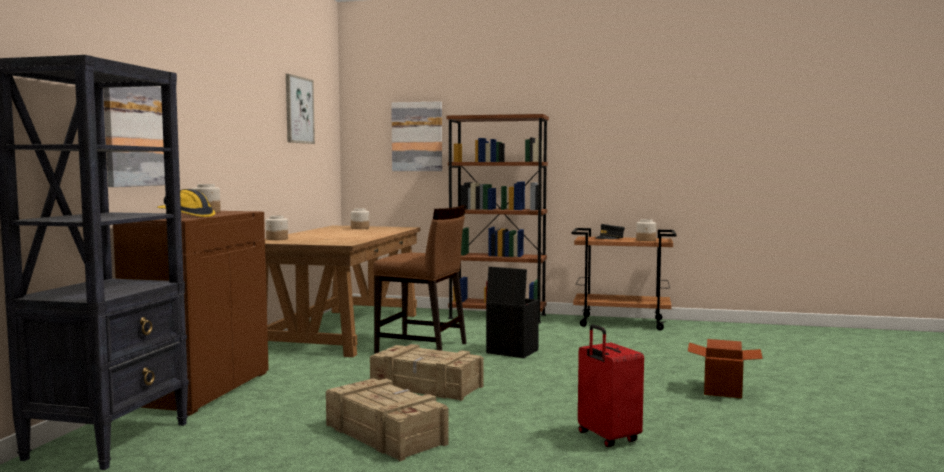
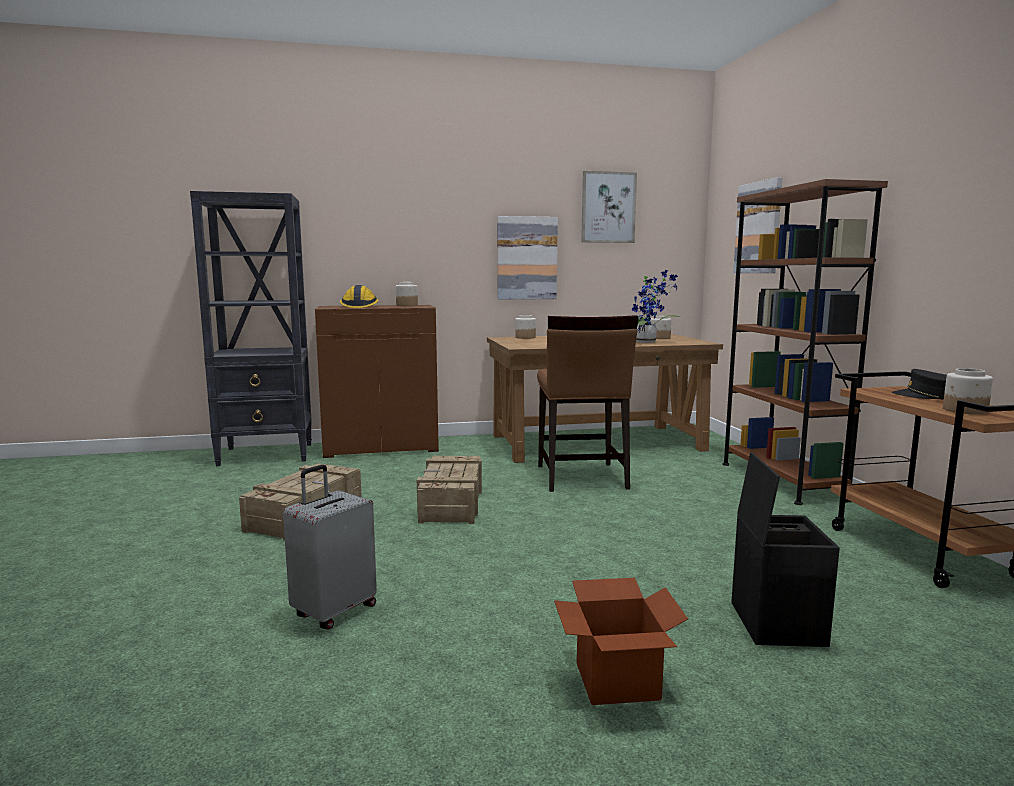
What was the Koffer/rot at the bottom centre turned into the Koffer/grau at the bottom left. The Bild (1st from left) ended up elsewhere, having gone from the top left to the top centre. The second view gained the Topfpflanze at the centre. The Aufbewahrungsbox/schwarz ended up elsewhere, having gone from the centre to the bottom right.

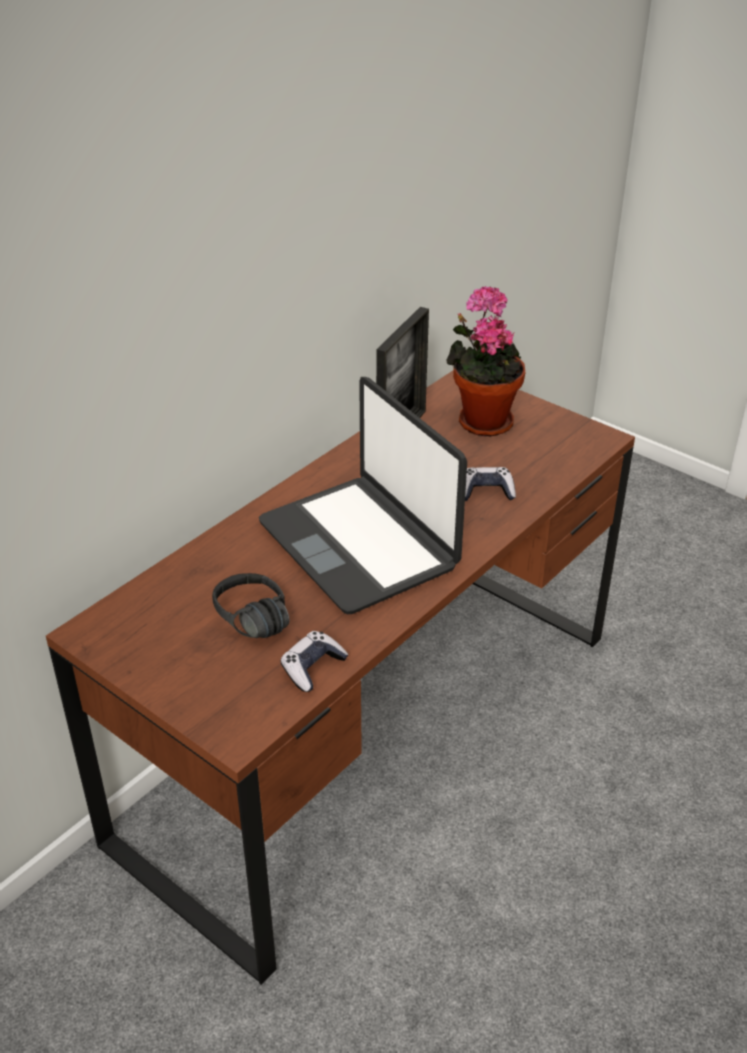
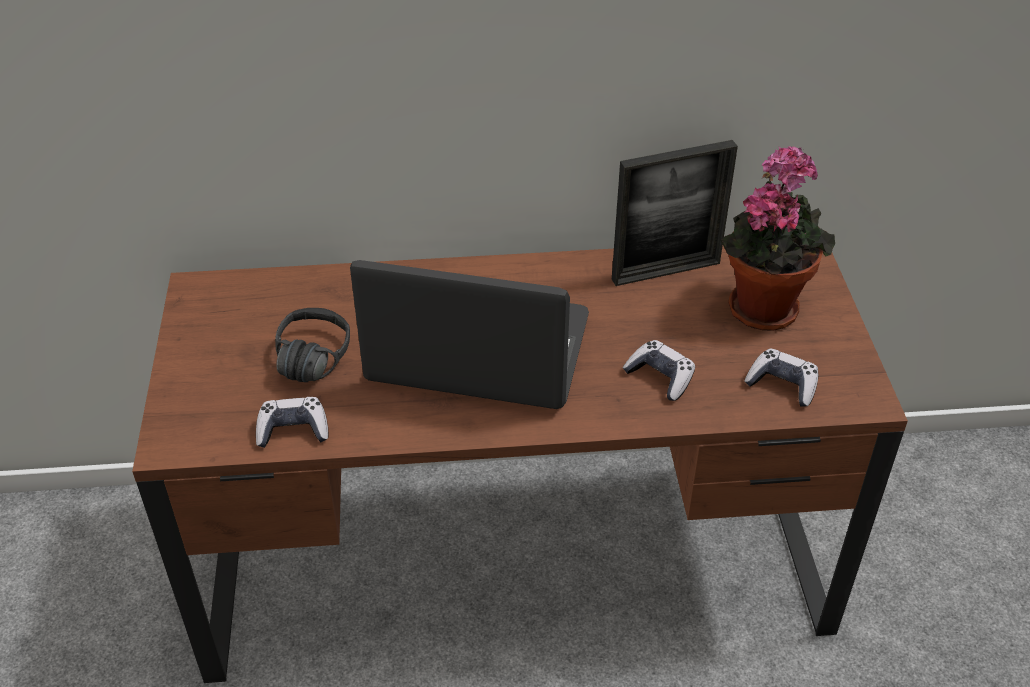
The Laptop at the centre ended up facing another way, 90 degrees clockwise from before. The second view gained the Gamepad (3rd from left) at the middle right.

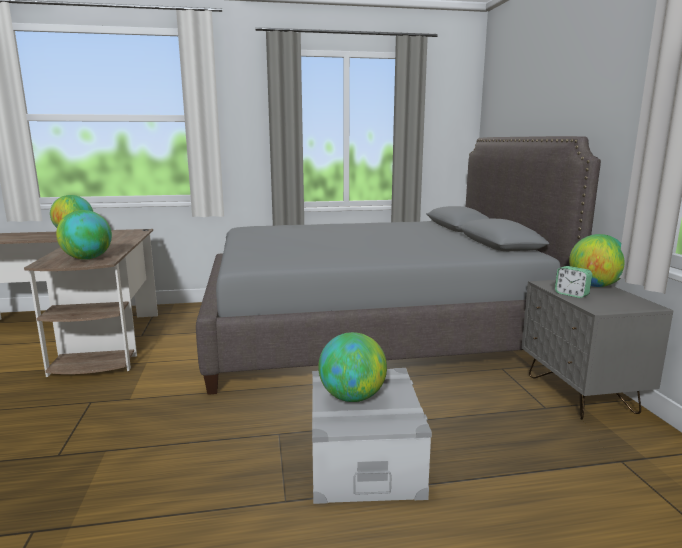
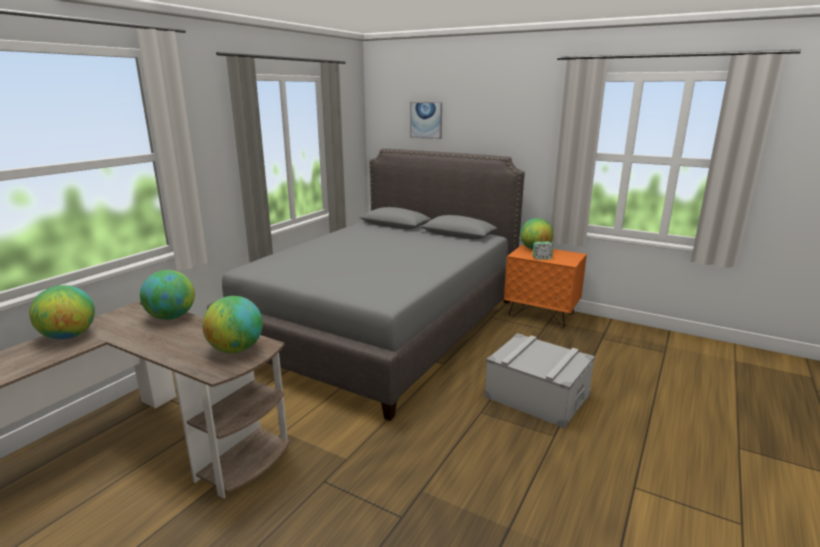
The Globus (3rd from left in the first image) ended up elsewhere, having gone from the bottom centre to the middle left. The second view gained the Bild at the top centre. What was the Nachttisch/grau at the middle right turned into the Nachttisch/orange at the centre.

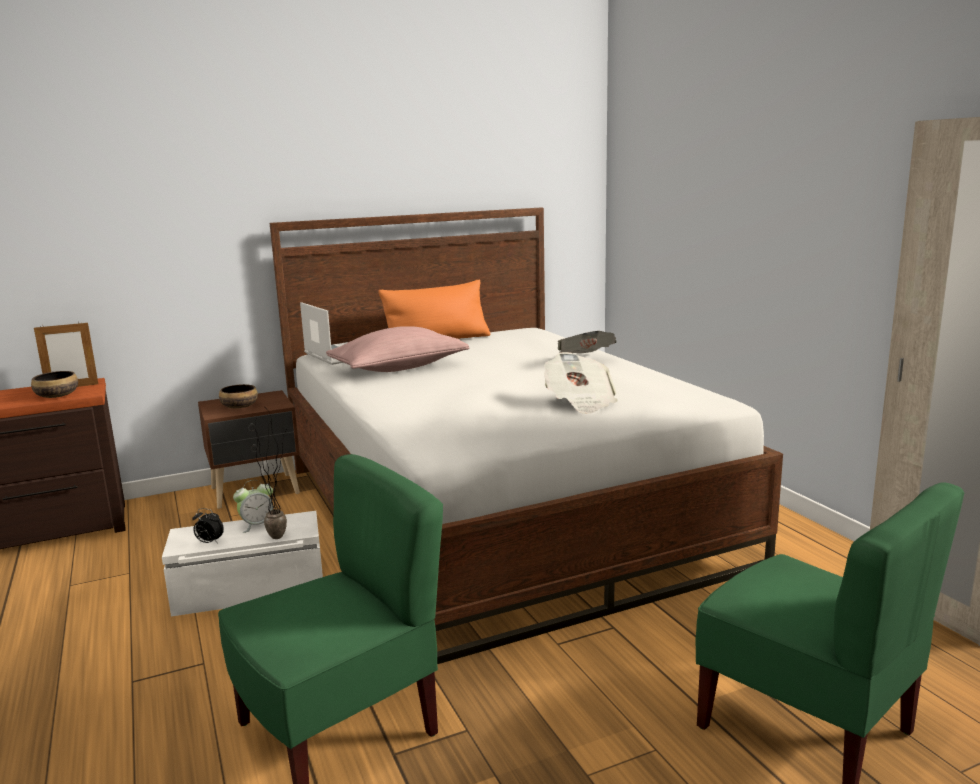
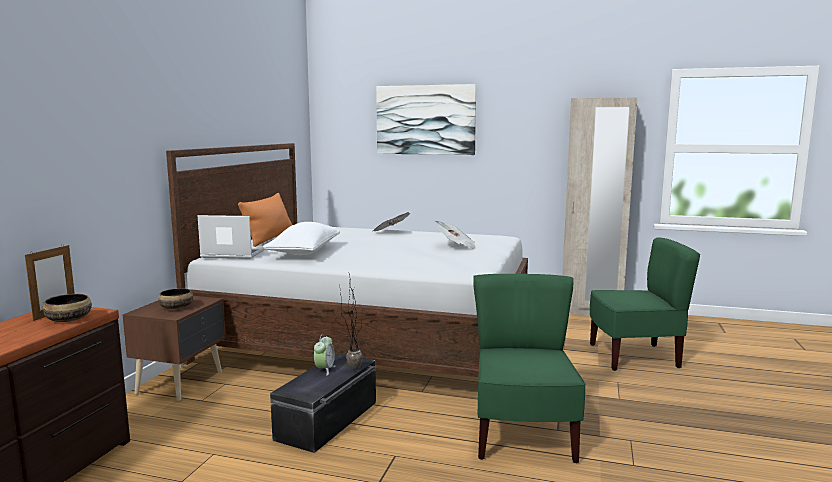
What was the Kissen/rosa at the centre turned into the Kissen/weiß at the centre. What was the Aufbewahrungsbox/weiß at the bottom left turned into the Aufbewahrungsbox/schwarz at the bottom centre. The second view gained the Bild at the top centre. The second view lost the Wecker (1st from left) at the bottom left.

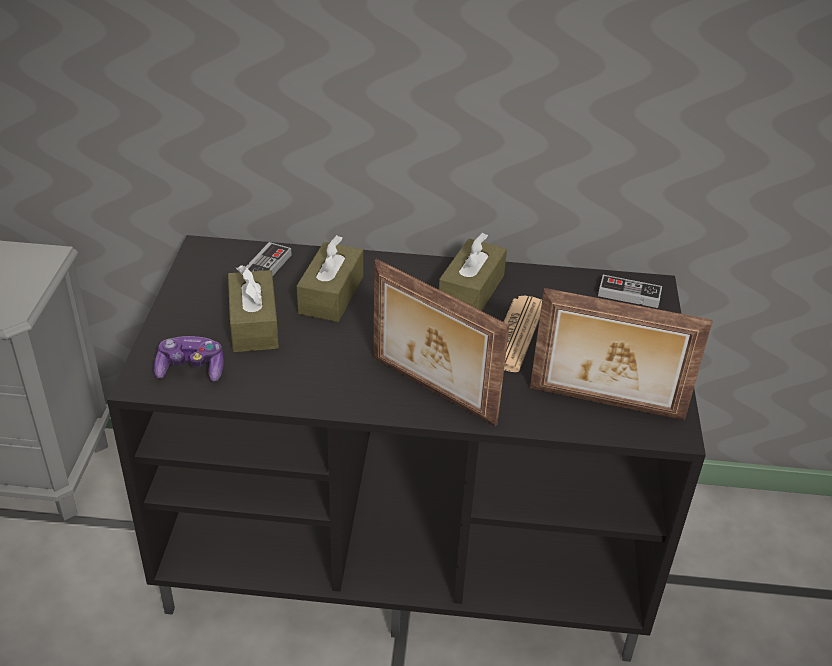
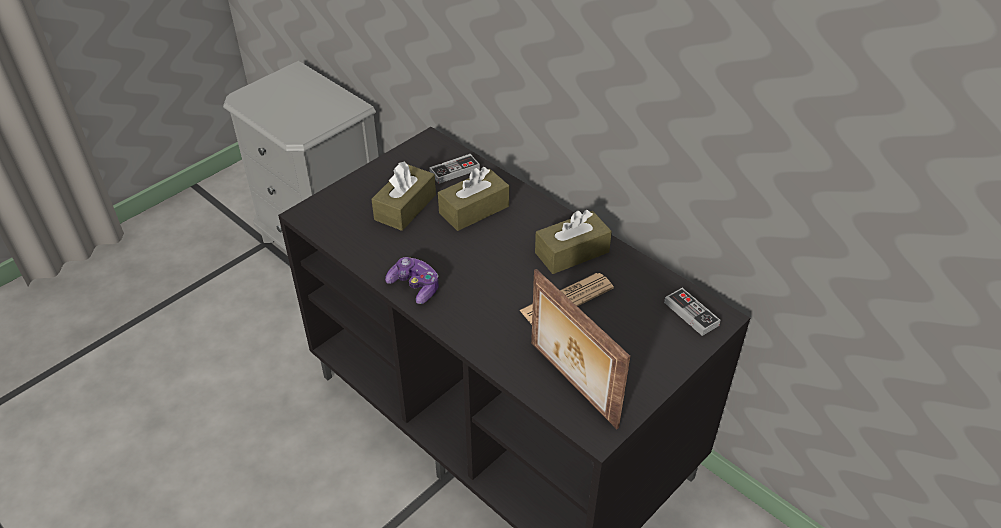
The Gamepad (1st from left) ended up elsewhere, having gone from the middle left to the centre. The second view lost the Bilderrahmen (1st from left) at the centre.

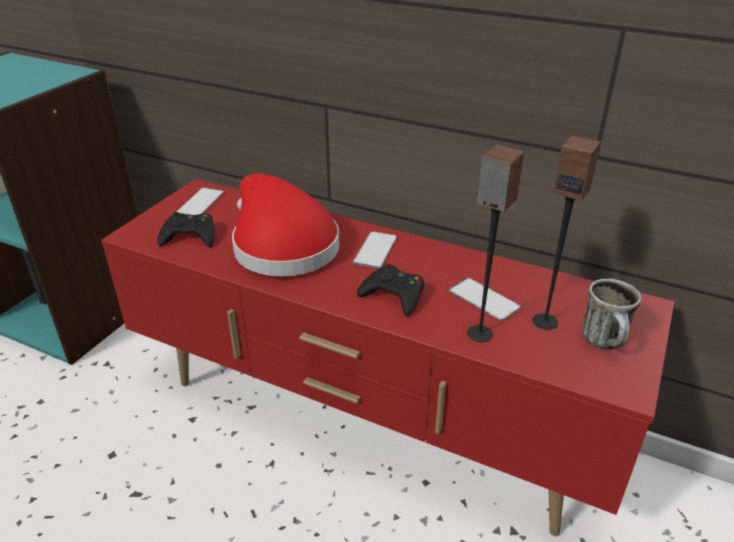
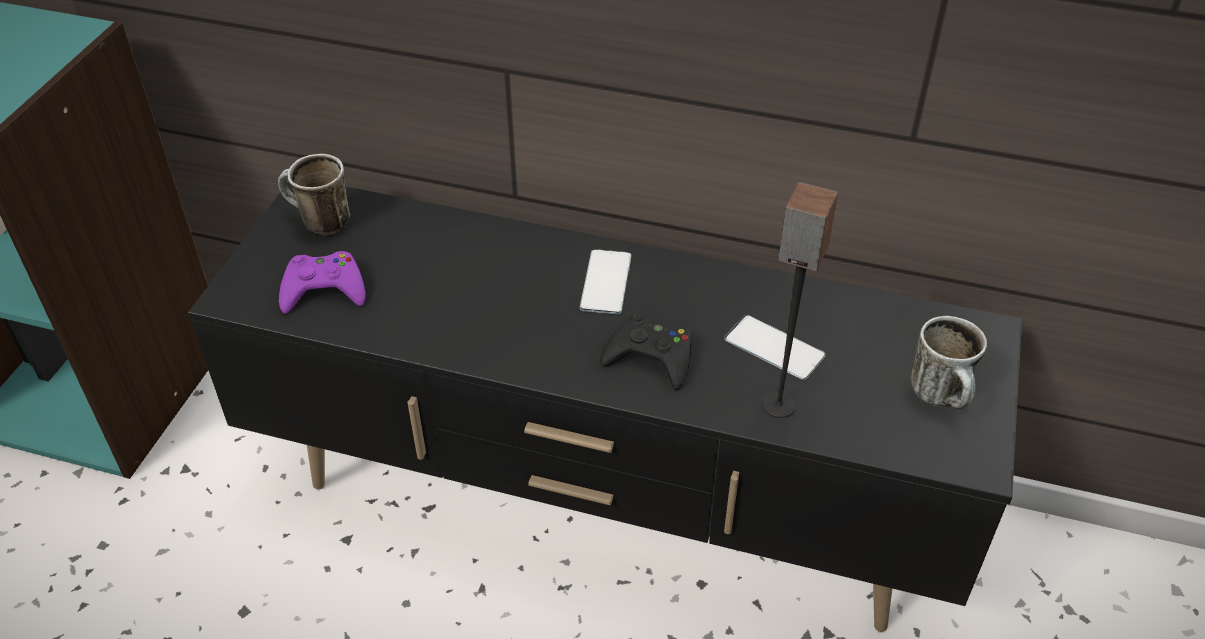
What was the Fernsehschrank/rot at the centre turned into the Fernsehschrank/schwarz at the centre. Where the Handy (1st from left) stood at the middle left, the Henkelbecher (1st from left) came to stand at the top left. What was the Gamepad/schwarz (1st from left) at the middle left turned into the Gamepad/lila at the middle left. The second view lost the Hut/rot at the centre. The second view lost the Lautsprecher (2nd from left) at the middle right.

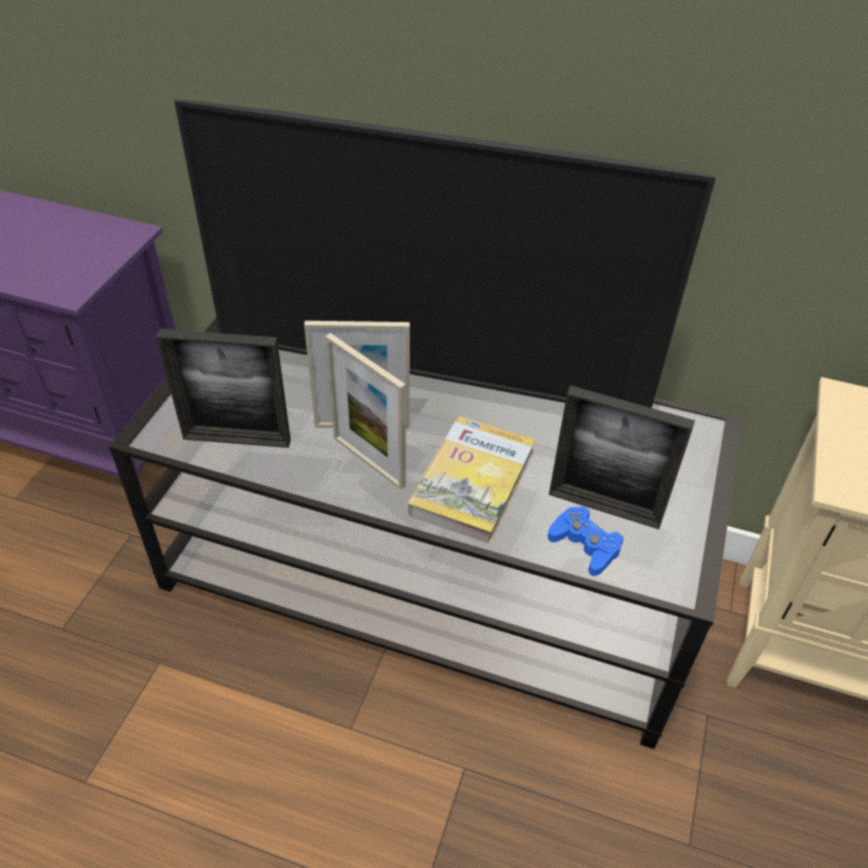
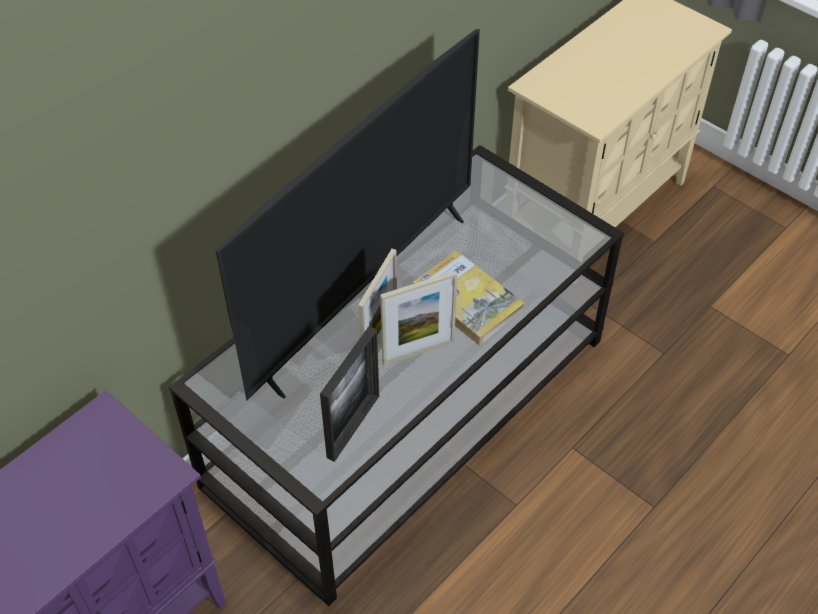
The second view lost the Gamepad/blau at the middle right. The second view lost the Bilderrahmen (4th from left) at the middle right.

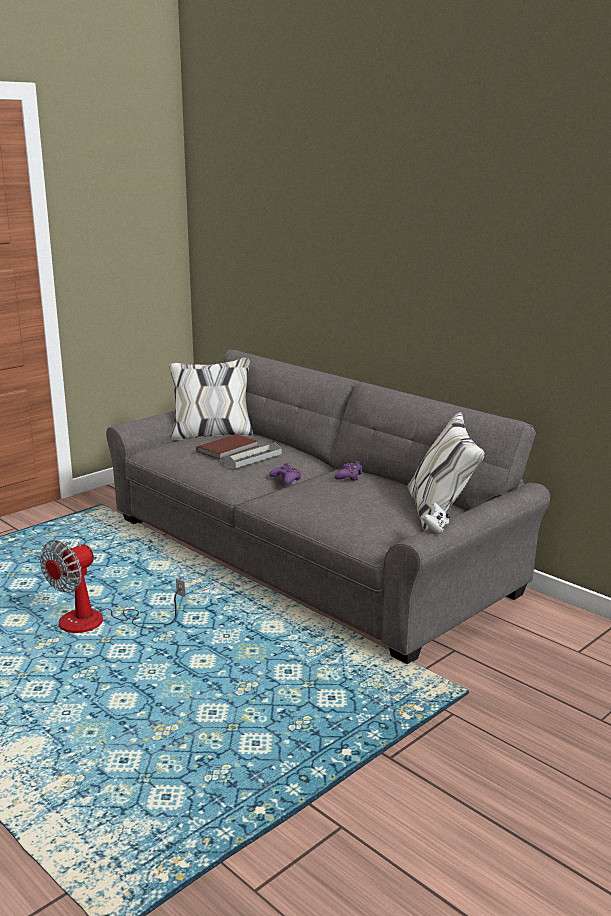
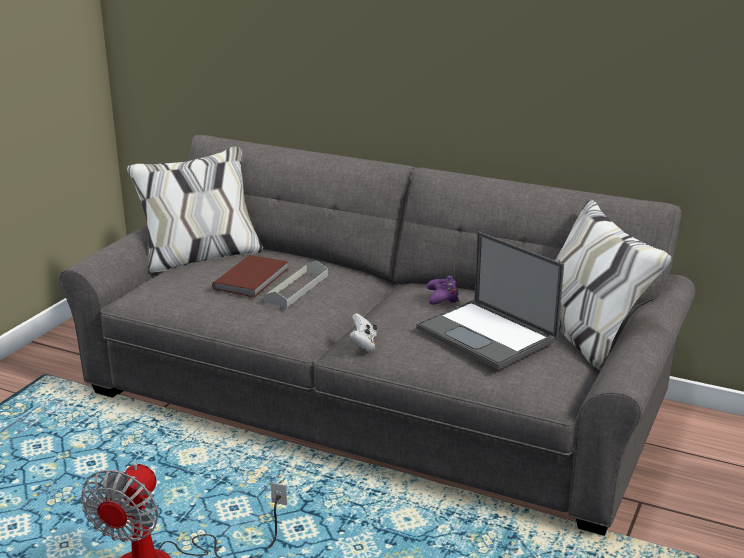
The Gamepad/weiß ended up elsewhere, having gone from the middle right to the centre. The second view gained the Laptop at the centre. The second view lost the Gamepad/lila (1st from left) at the centre.

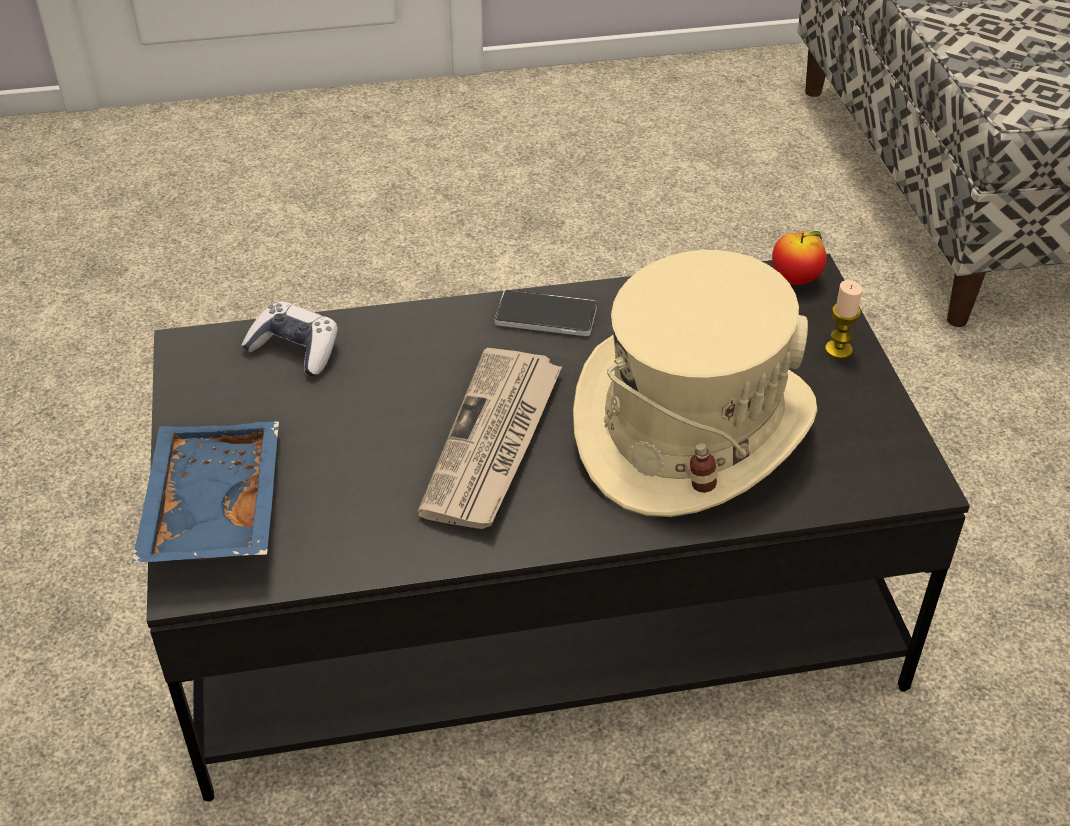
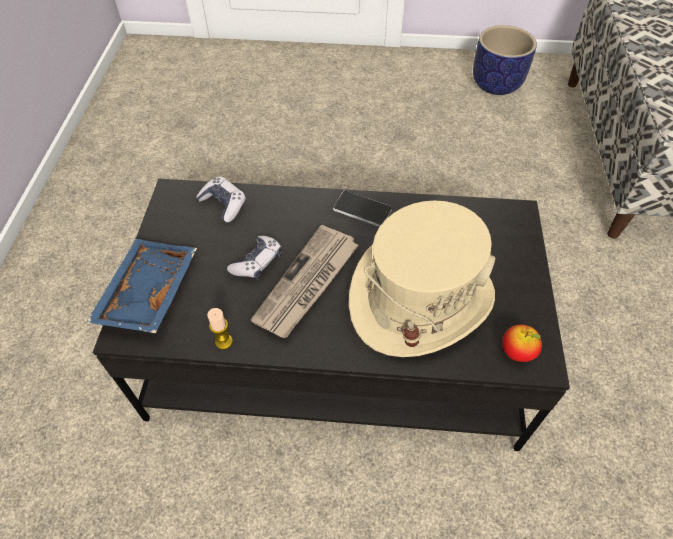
The Kerze ended up elsewhere, having gone from the middle right to the middle left. The second view gained the Gamepad (2nd from left) at the centre. The second view gained the Pflanzkübel at the top right. The Apfel ended up elsewhere, having gone from the top right to the middle right.

